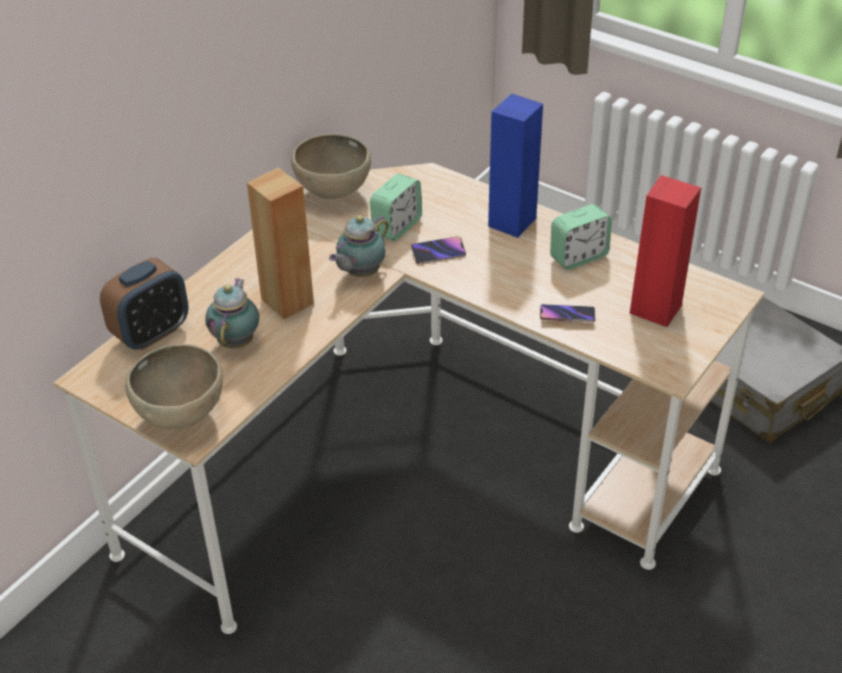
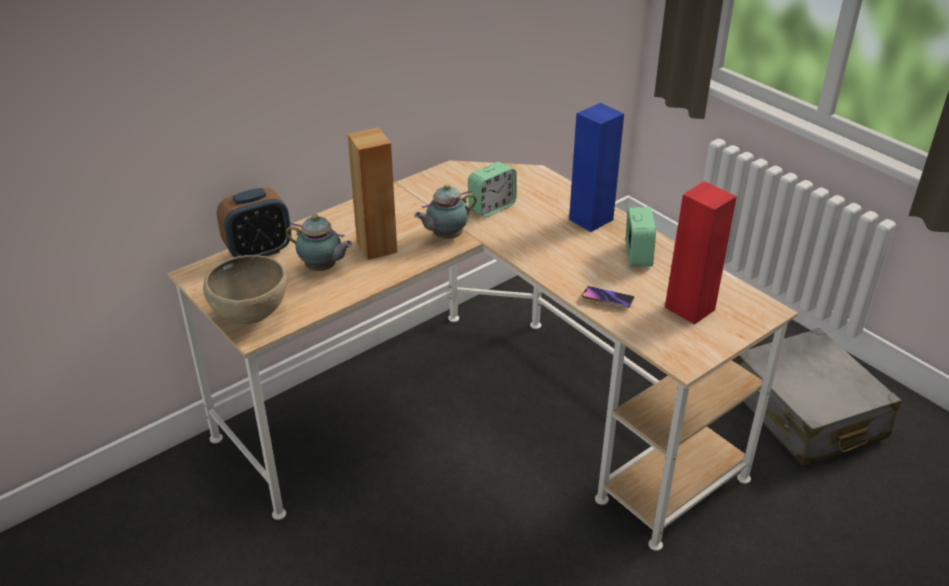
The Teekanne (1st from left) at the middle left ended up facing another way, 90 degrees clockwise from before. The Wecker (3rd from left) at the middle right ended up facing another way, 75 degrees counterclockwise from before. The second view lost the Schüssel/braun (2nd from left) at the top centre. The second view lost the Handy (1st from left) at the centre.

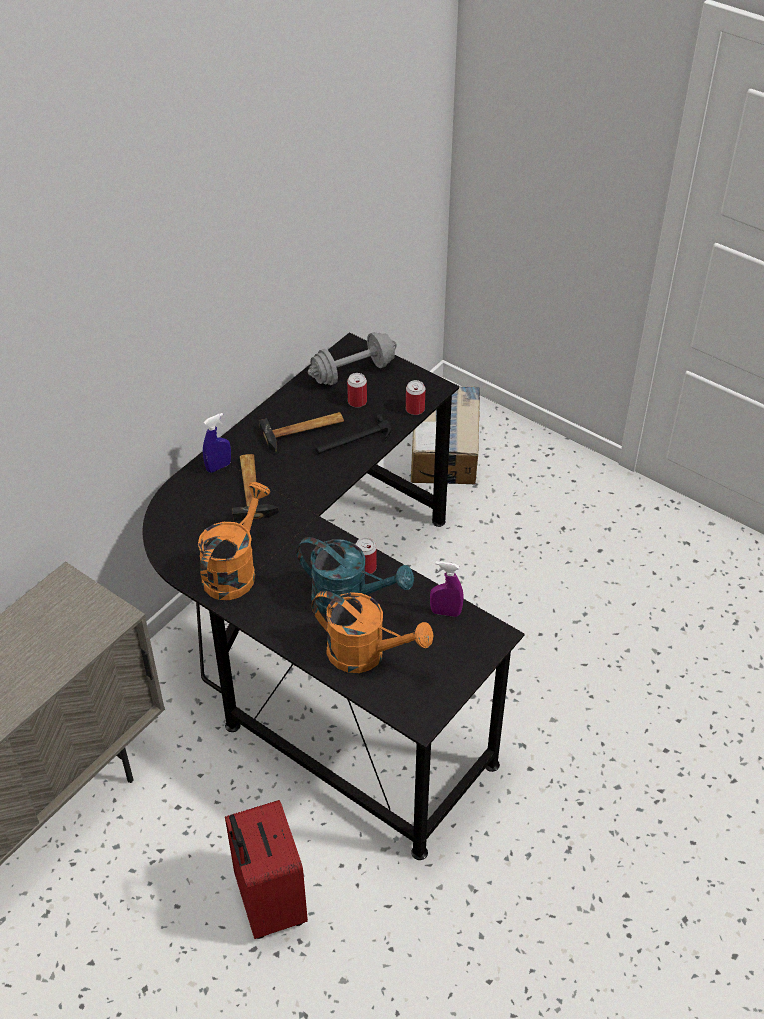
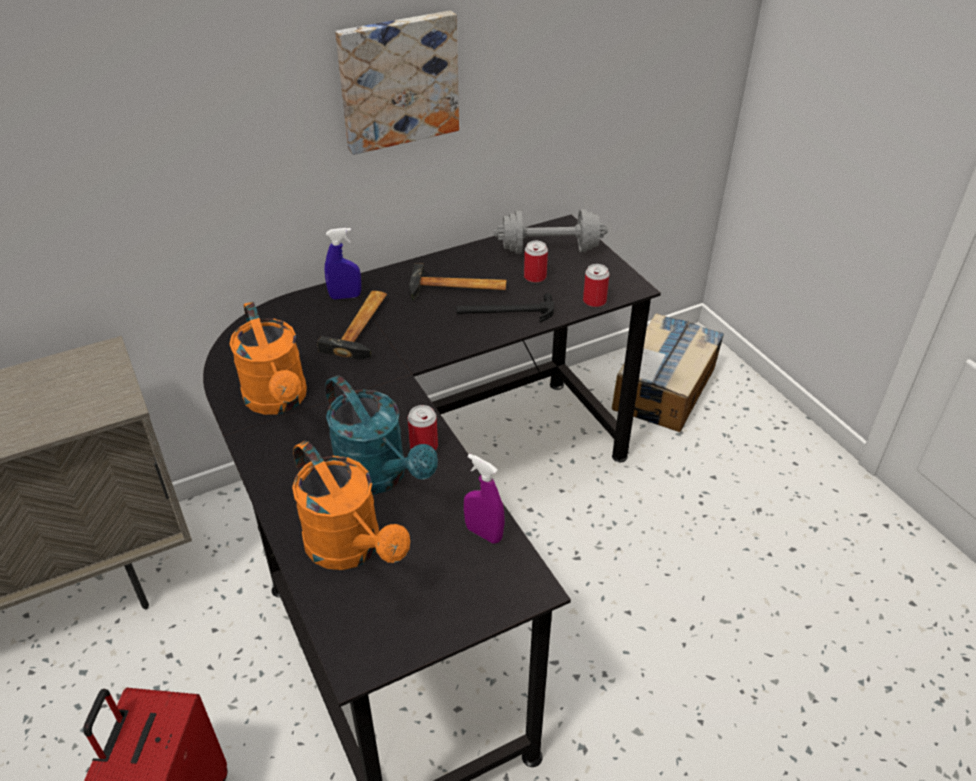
The Gießkanne/orange (1st from left) at the middle left ended up facing another way, 105 degrees clockwise from before. The second view gained the Bild at the top centre.

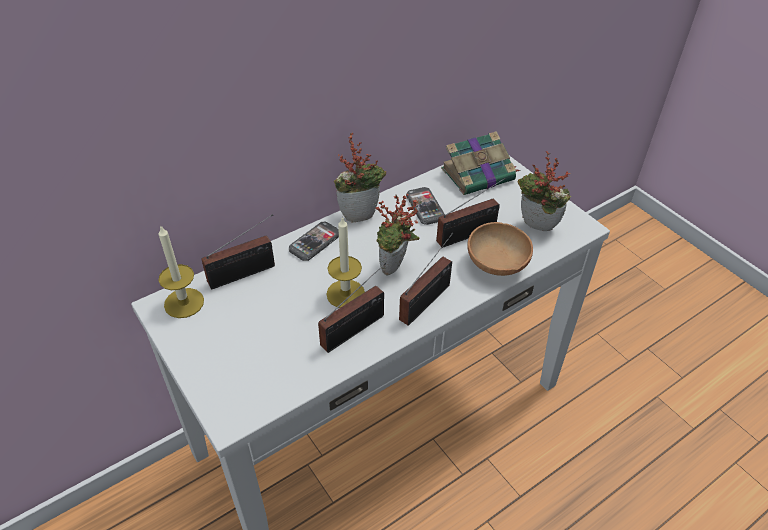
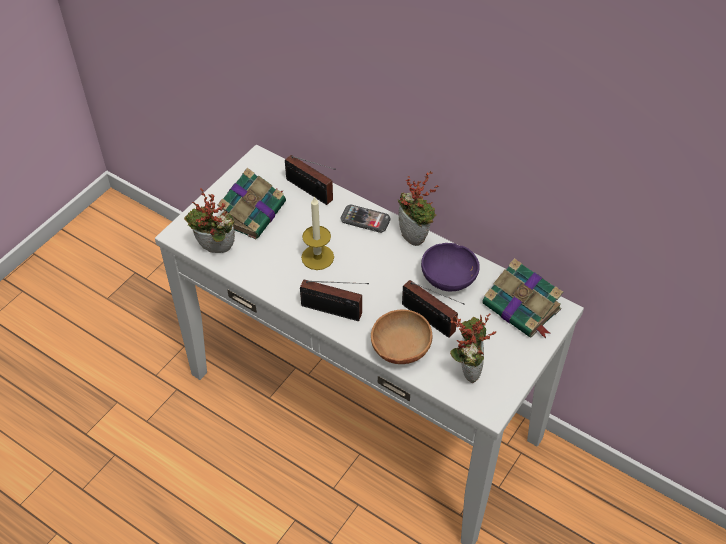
The Topfpflanze (2nd from left in the first image) ended up elsewhere, having gone from the centre to the middle left. The second view gained the Buch (1st from left) at the centre. Where the Handy (2nd from left) stood at the centre, the Schüssel/lila came to stand at the centre. The second view lost the Kerze (1st from left) at the middle left. The second view lost the Radio (2nd from left) at the centre.

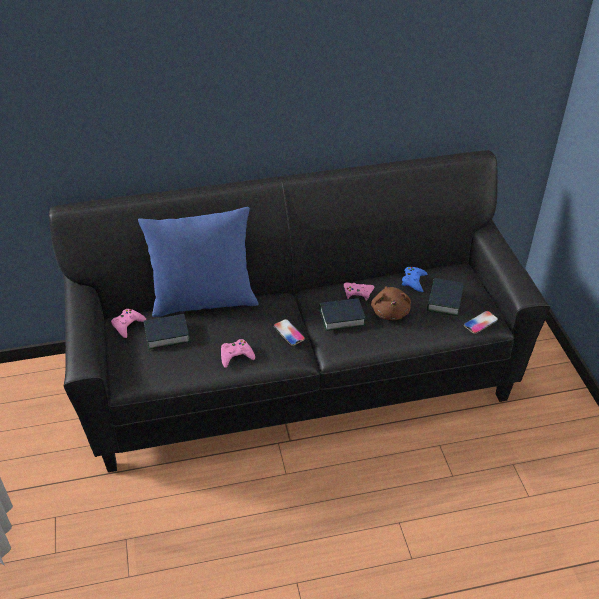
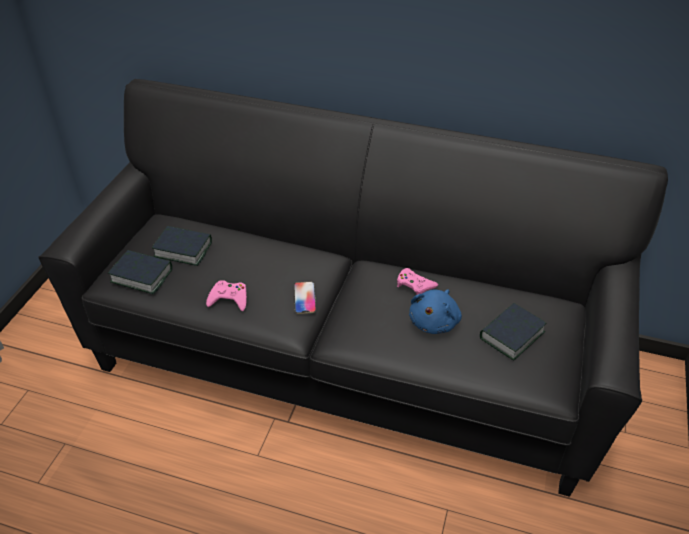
The Buch (2nd from left in the first image) ended up elsewhere, having gone from the centre to the middle left. What was the Plüschtier/braun at the centre turned into the Plüschtier/blau at the centre. The second view lost the Gamepad/rosa (1st from left) at the middle left. The second view lost the Kissen/blau at the middle left. The second view lost the Gamepad/blau at the middle right. The second view lost the Handy (2nd from left) at the middle right.

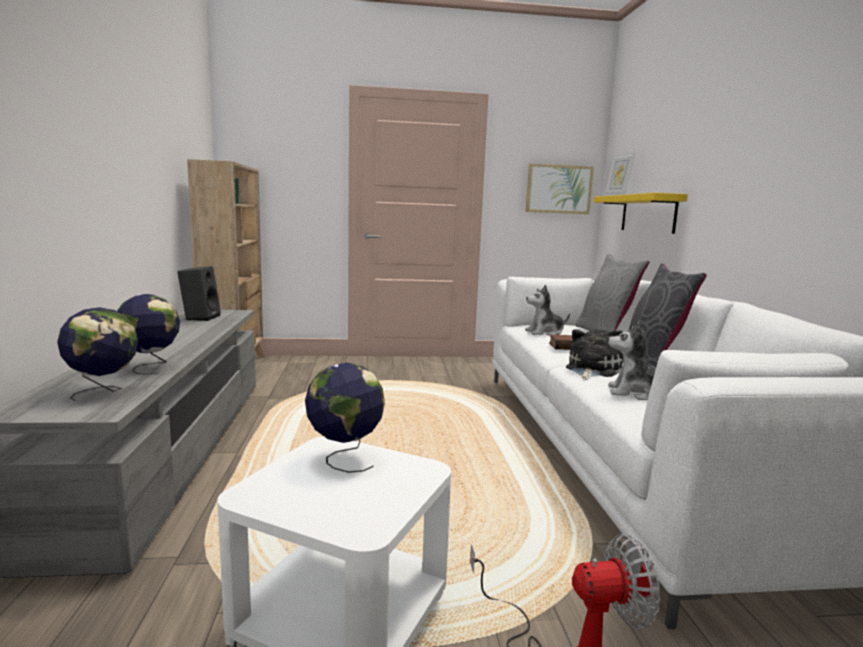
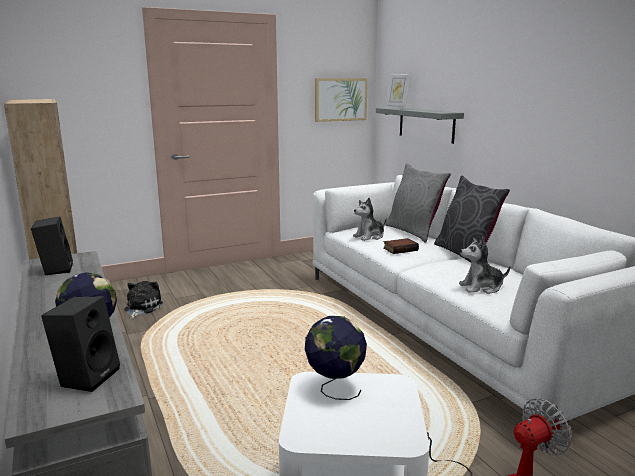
Where the Globus (1st from left) stood at the middle left, the Lautsprecher/schwarz (2nd from left) came to stand at the bottom left. The Plüschtier (2nd from left in the first image) ended up elsewhere, having gone from the middle right to the middle left. What was the Wandregal/gelb at the top right turned into the Wandregal/grau at the top centre.

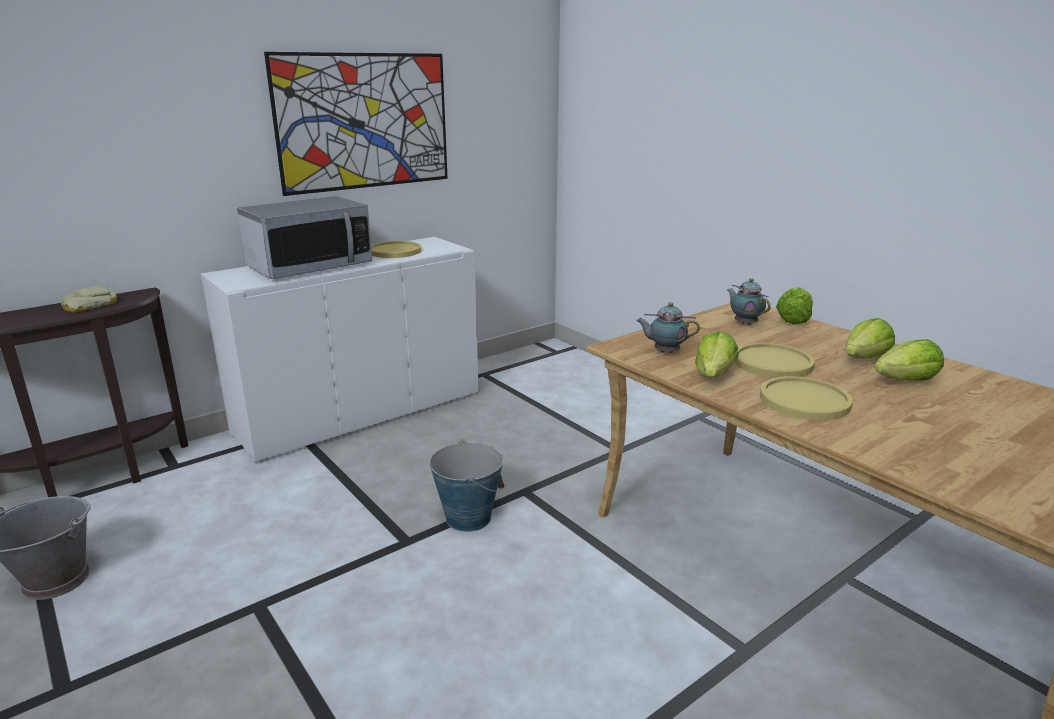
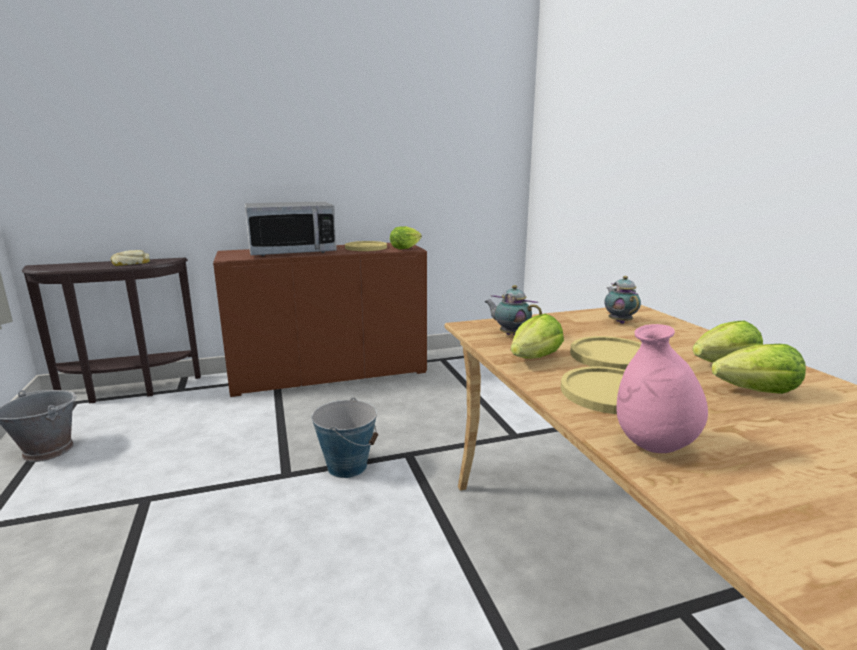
What was the Schrank/weiß at the middle left turned into the Schrank/braun at the centre. The Salatkopf (2nd from left in the first image) ended up elsewhere, having gone from the middle right to the centre. The second view gained the Vase/rosa at the middle right. The second view lost the Bild at the top centre.

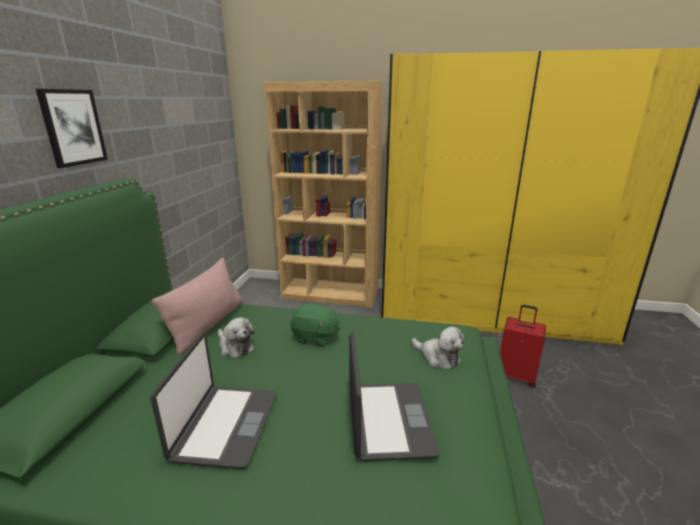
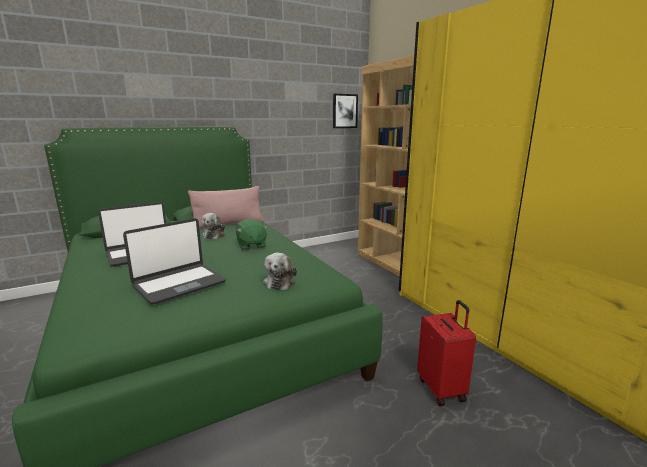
The Bild ended up elsewhere, having gone from the top left to the top centre.

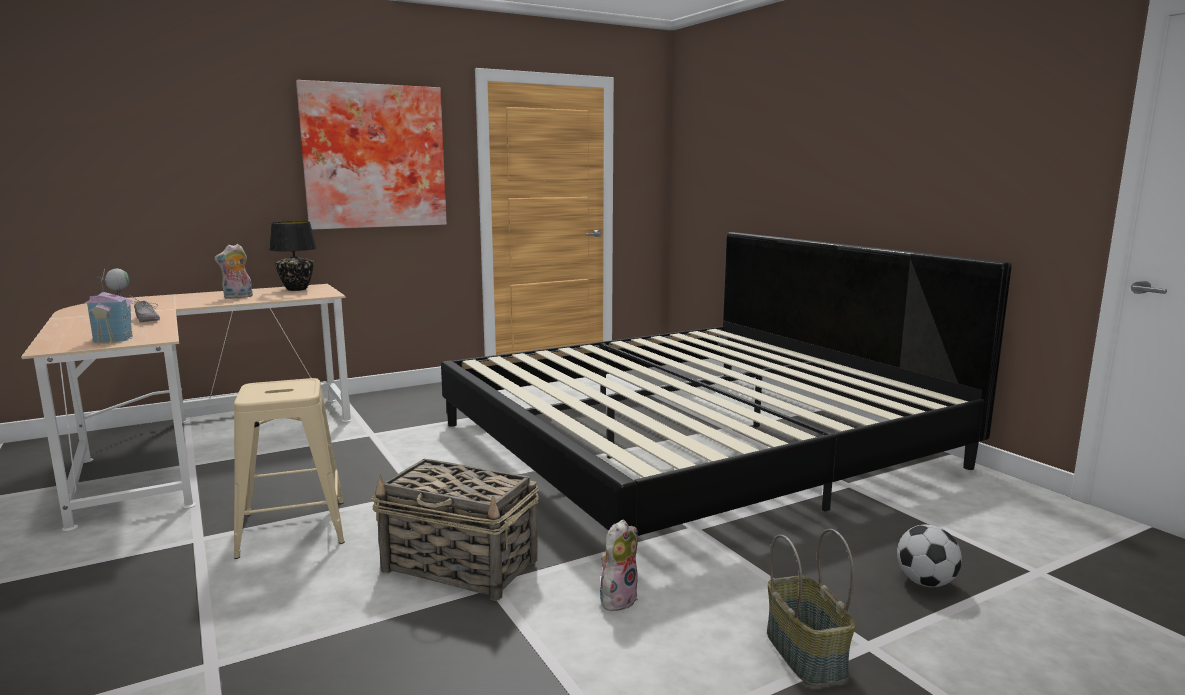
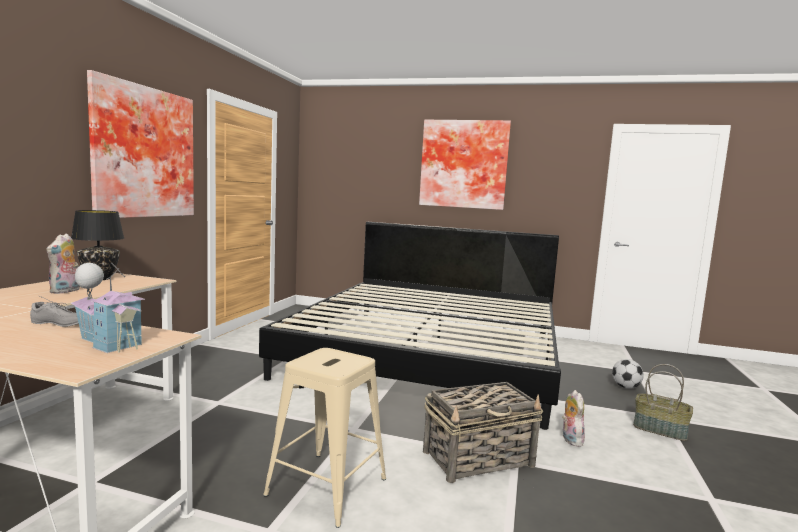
The second view gained the Bild (2nd from left) at the top centre.

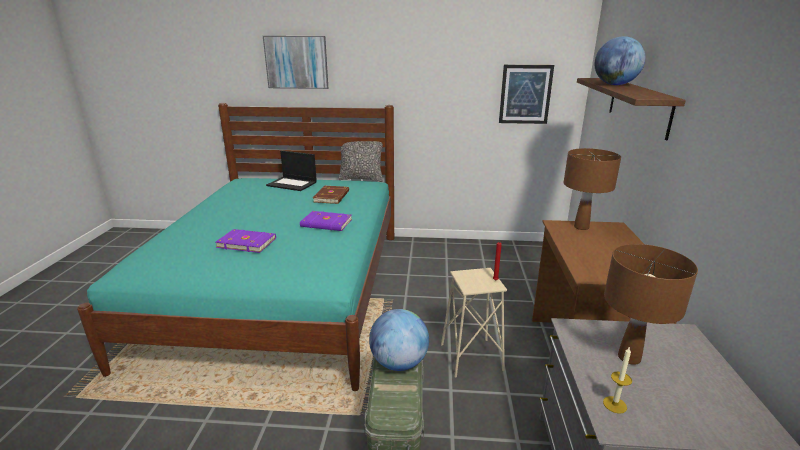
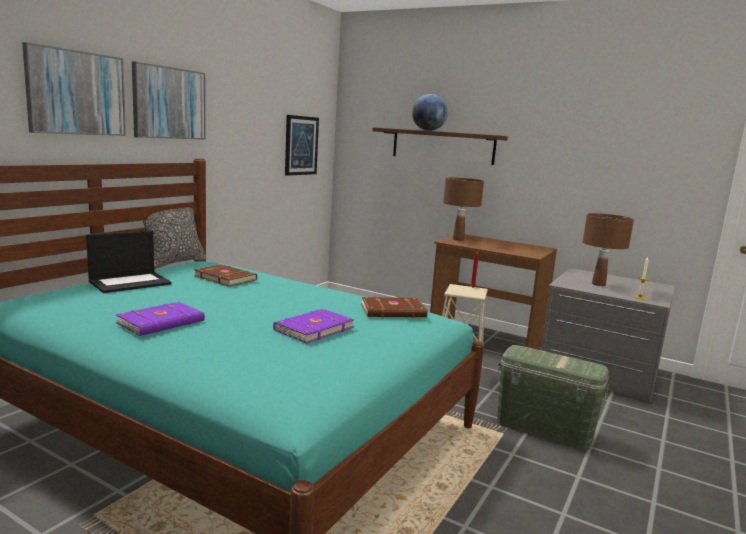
The Buch/lila (2nd from left in the first image) ended up elsewhere, having gone from the centre to the middle left. The second view gained the Bild (2nd from left) at the top left. The second view gained the Buch/braun (2nd from left) at the centre. The second view lost the Globus (1st from left) at the bottom centre.

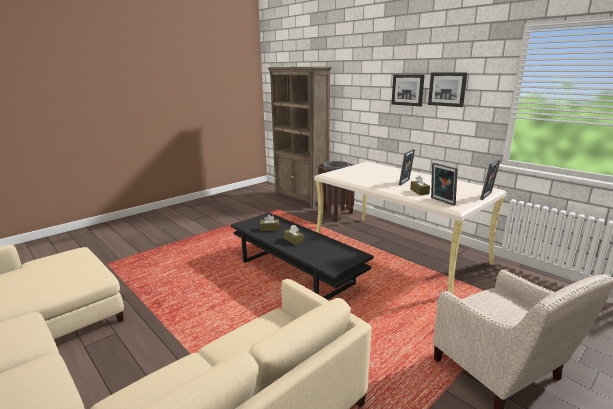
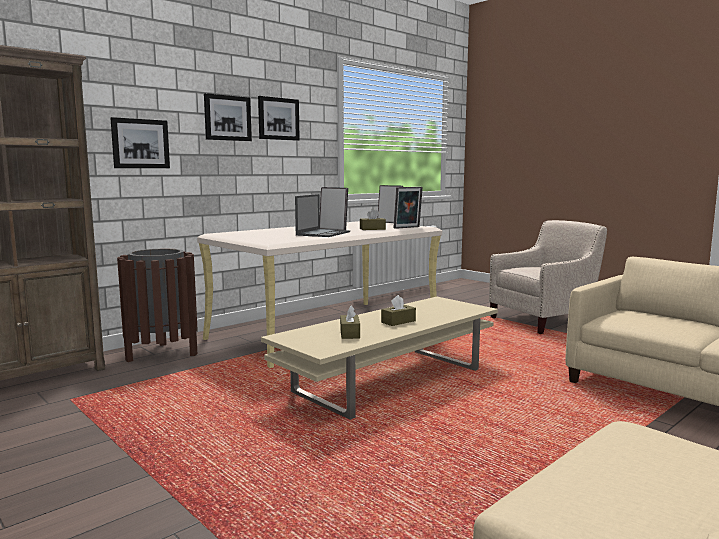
The second view gained the Bild (1st from left) at the top left. What was the Couchtisch/schwarz at the centre turned into the Couchtisch/beige at the centre. The second view gained the Laptop at the centre.

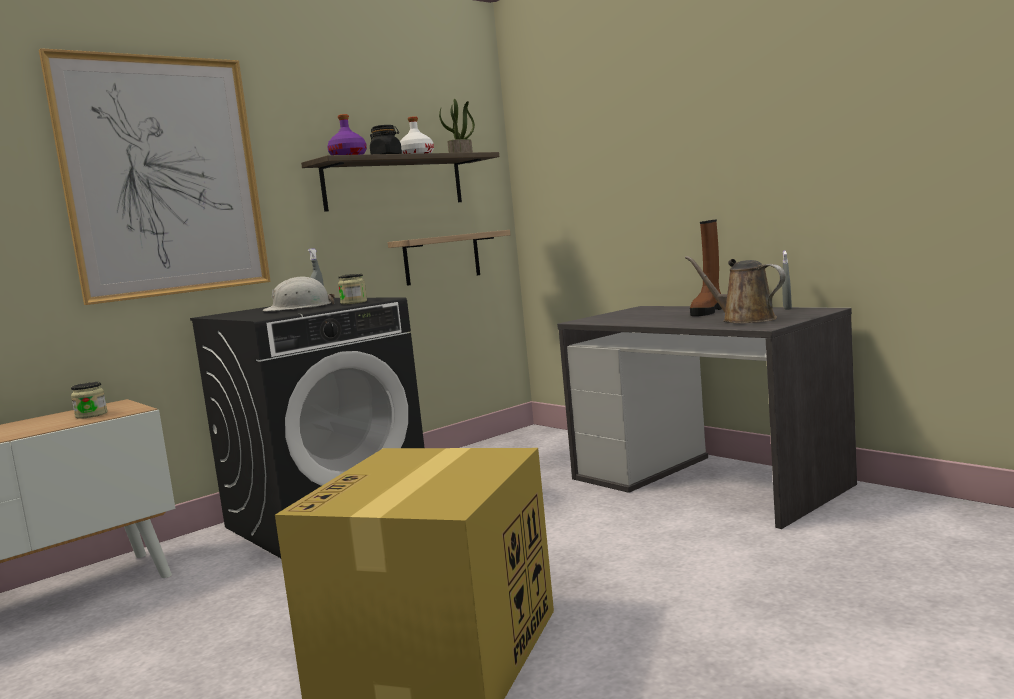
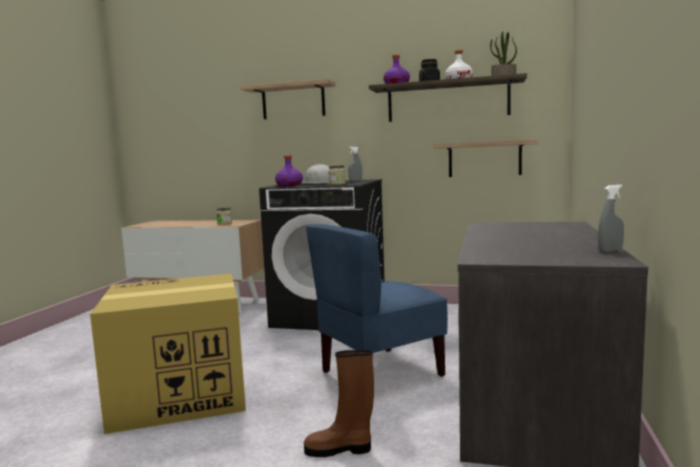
Where the Bild hung at the top left, the Wandregal (1st from left) came to hang at the top centre. The second view gained the Flasche/lila (1st from left) at the centre. The Stiefel/braun ended up elsewhere, having gone from the middle right to the bottom centre. The second view gained the Stuhl/blau at the centre. The second view lost the Gießkanne/braun at the middle right.

